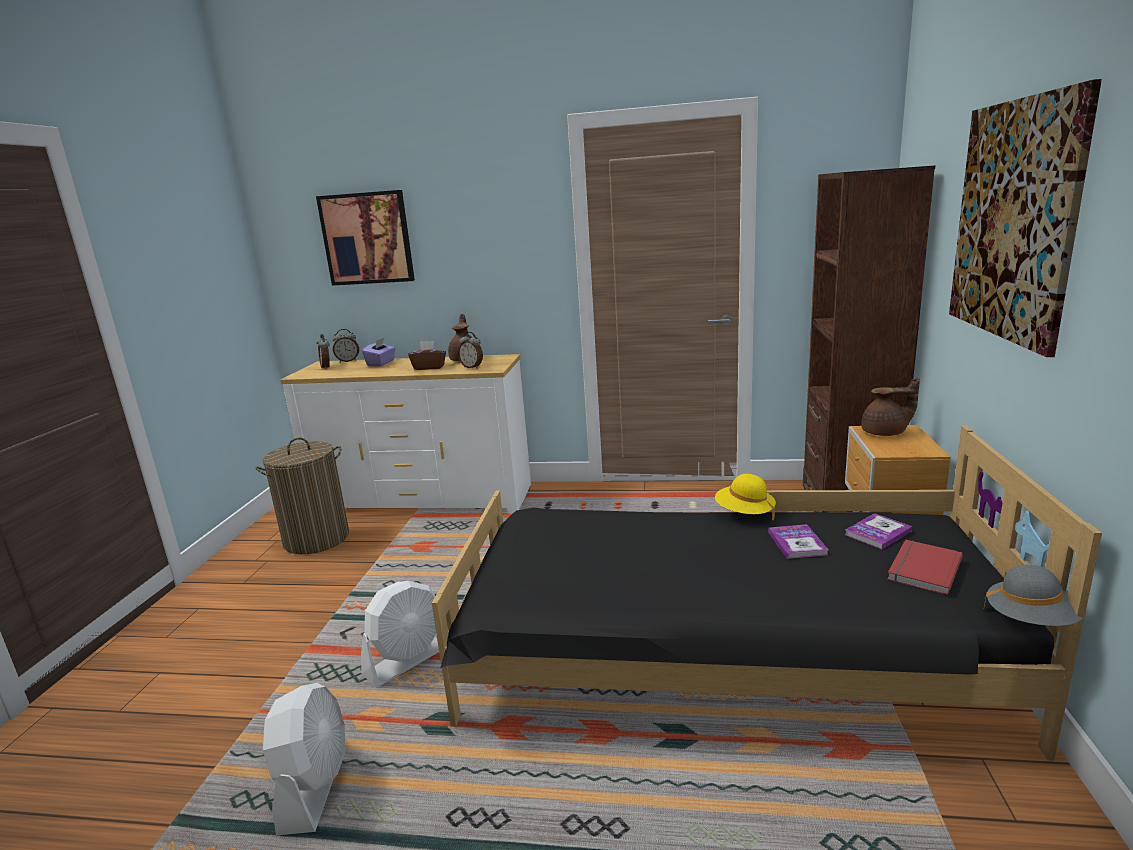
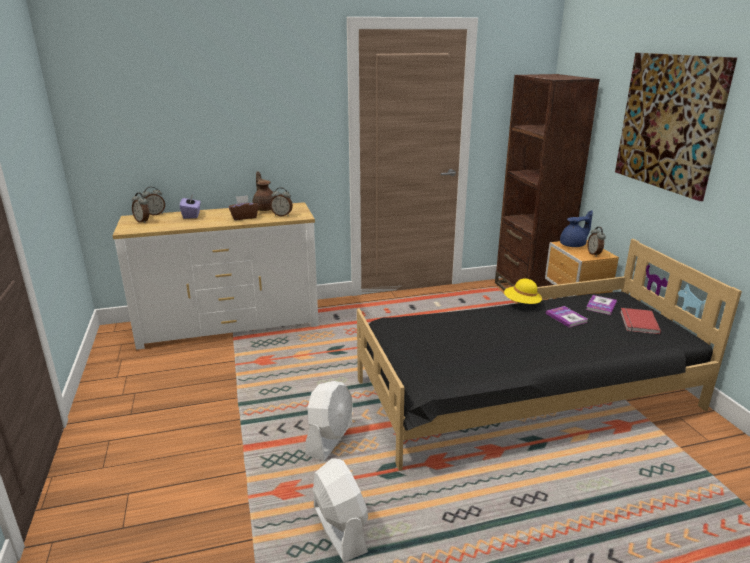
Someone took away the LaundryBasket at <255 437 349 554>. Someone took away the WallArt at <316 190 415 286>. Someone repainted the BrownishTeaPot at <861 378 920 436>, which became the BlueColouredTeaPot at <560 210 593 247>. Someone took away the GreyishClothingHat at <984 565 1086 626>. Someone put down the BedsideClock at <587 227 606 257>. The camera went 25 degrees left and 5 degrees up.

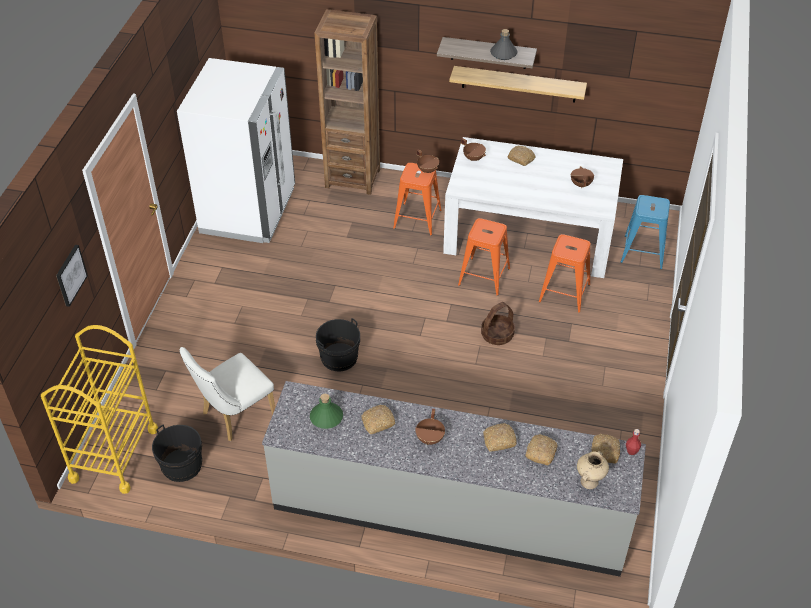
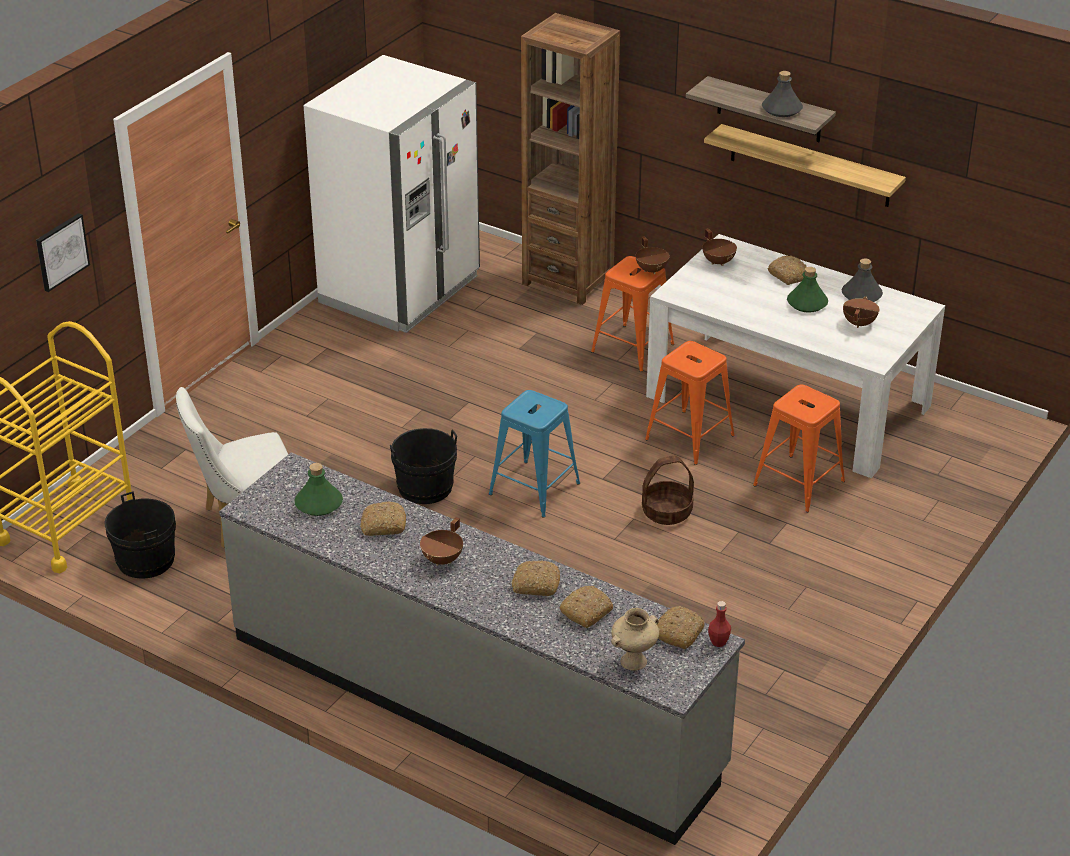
Someone carried the BlueColouredStool from <621 195 670 269> to <489 390 580 518>. Someone put down the GreenColouredBottle at <787 267 828 313>. Someone put down the GreyishBottle at <842 259 883 302>. The camera went 20 degrees right and 10 degrees down.

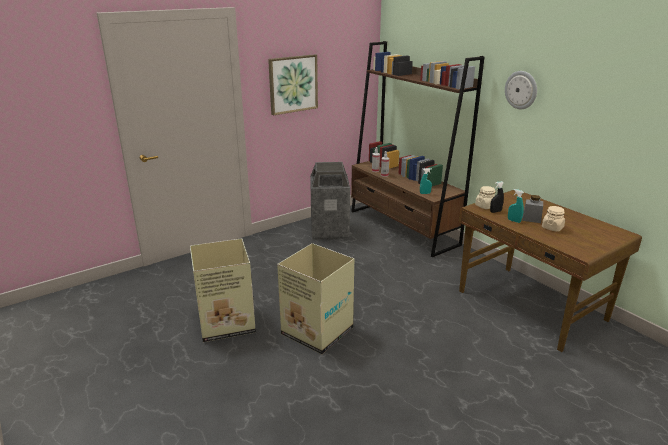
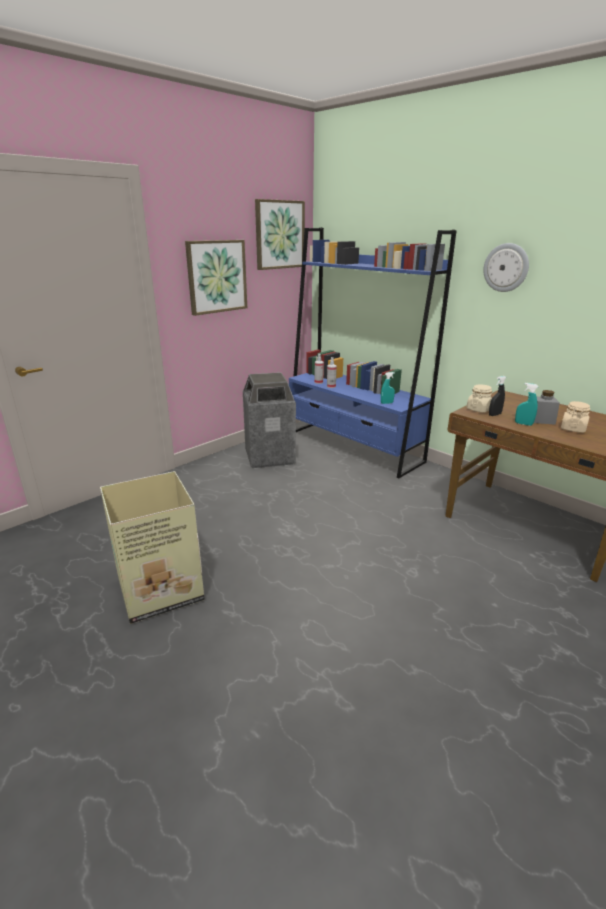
Someone took away the Carton at <277 243 354 354>. Someone repainted the BrownishBookcase at <351 41 485 257>, which became the BlueColouredBookcase at <289 228 456 478>. Someone put up the WallArt at <255 199 305 270>. The camera went 10 degrees left and 0 degrees up.

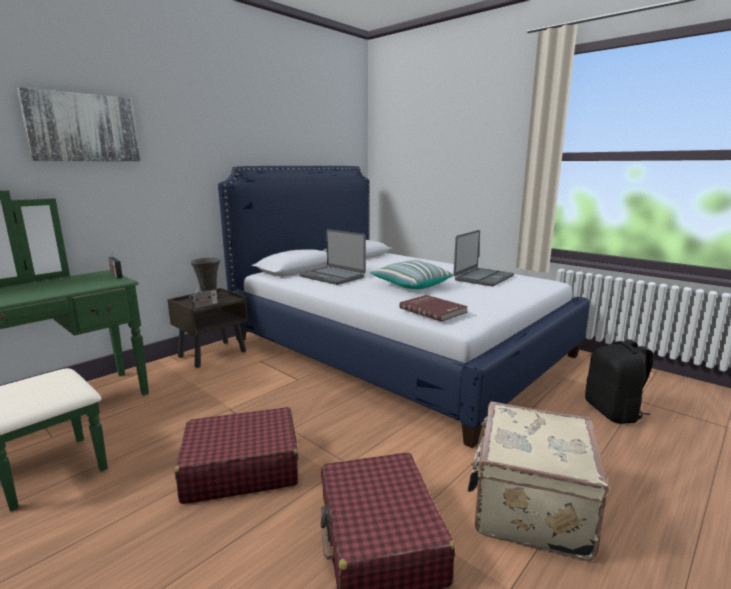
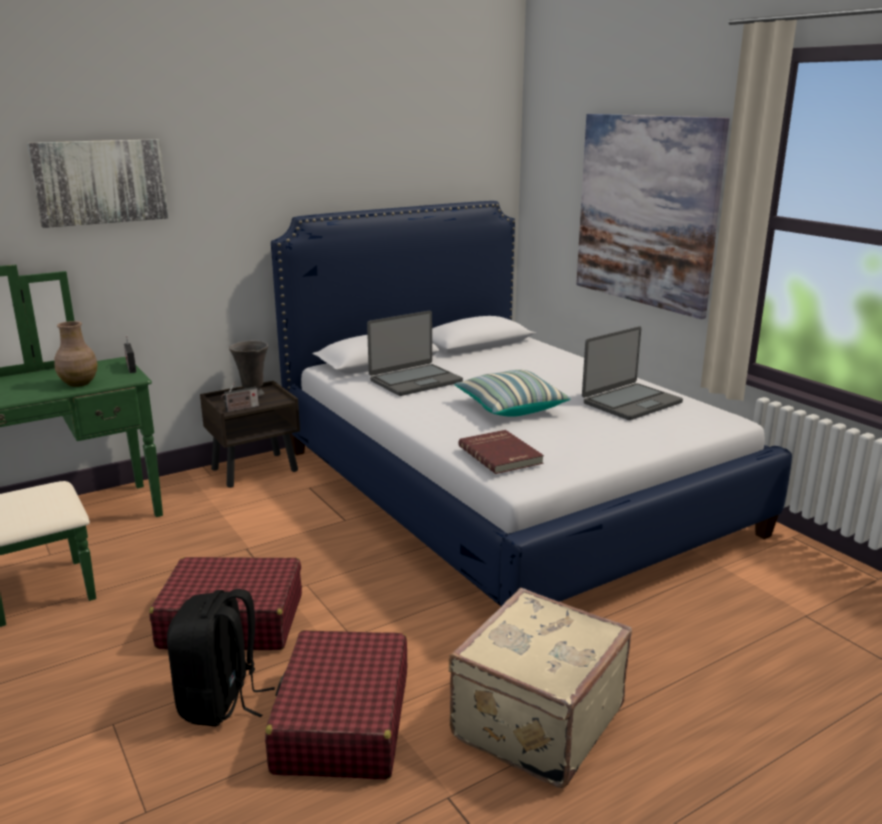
Someone rotated the NotebookComputer at <300 229 366 285> by 90 degrees counterclockwise. Someone carried the BlackColouredRucksack from <585 339 654 424> to <167 589 275 727>. Someone put down the BrownishFlowerVase at <54 321 98 387>. Someone put up the WallArt at <576 114 729 319>. The camera went 15 degrees right and 5 degrees up.

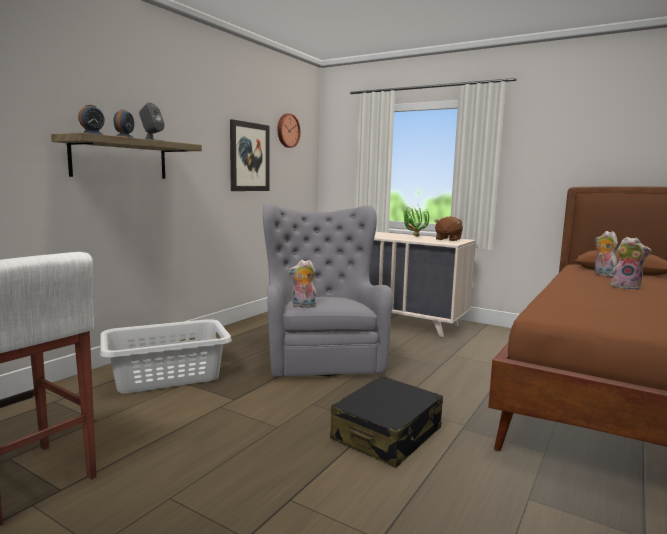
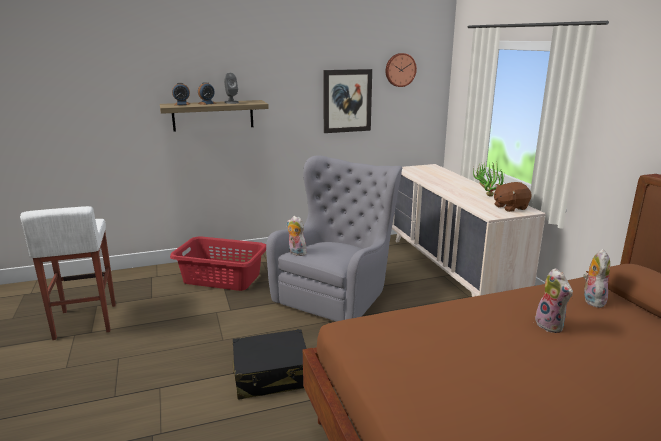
Someone repainted the GreyishLaundryBasket at <100 319 232 394>, which became the RedLaundryBasket at <170 236 266 291>. The camera went 40 degrees right and 10 degrees up.

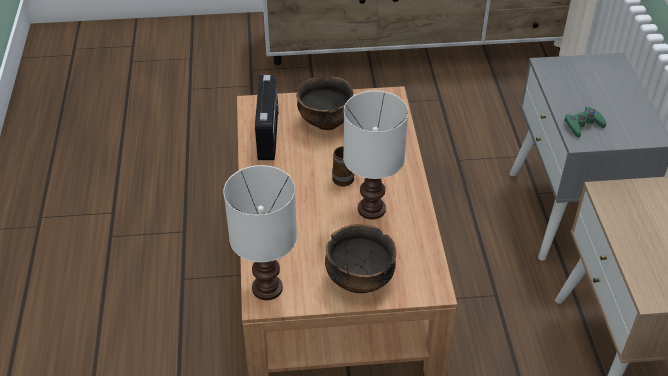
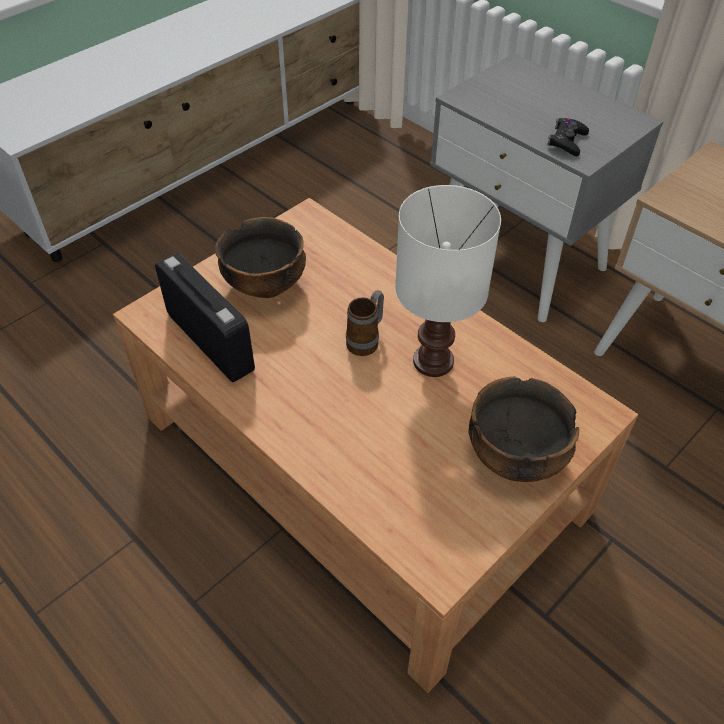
Someone took away the WhitishTabletopLamp at <223 165 297 300>. Someone repainted the GreenColouredGamepad at <564 107 606 137>, which became the BlackColouredGamepad at <547 118 589 156>. The camera went 40 degrees left and 5 degrees up.

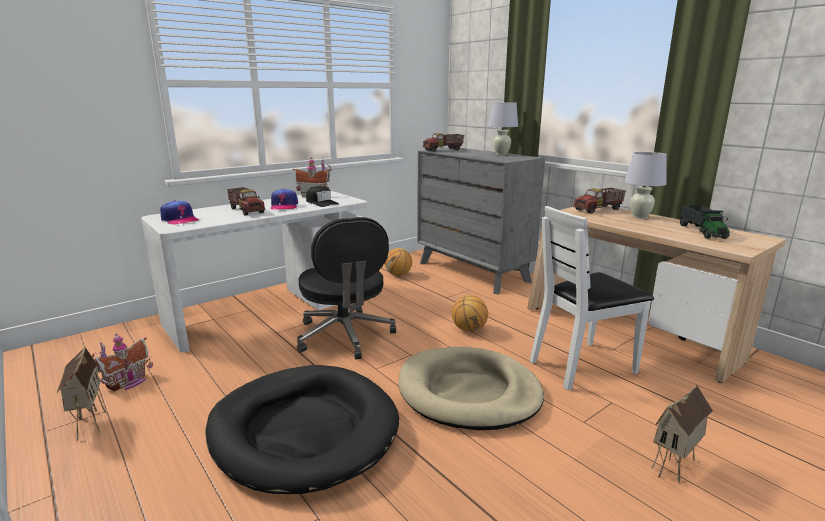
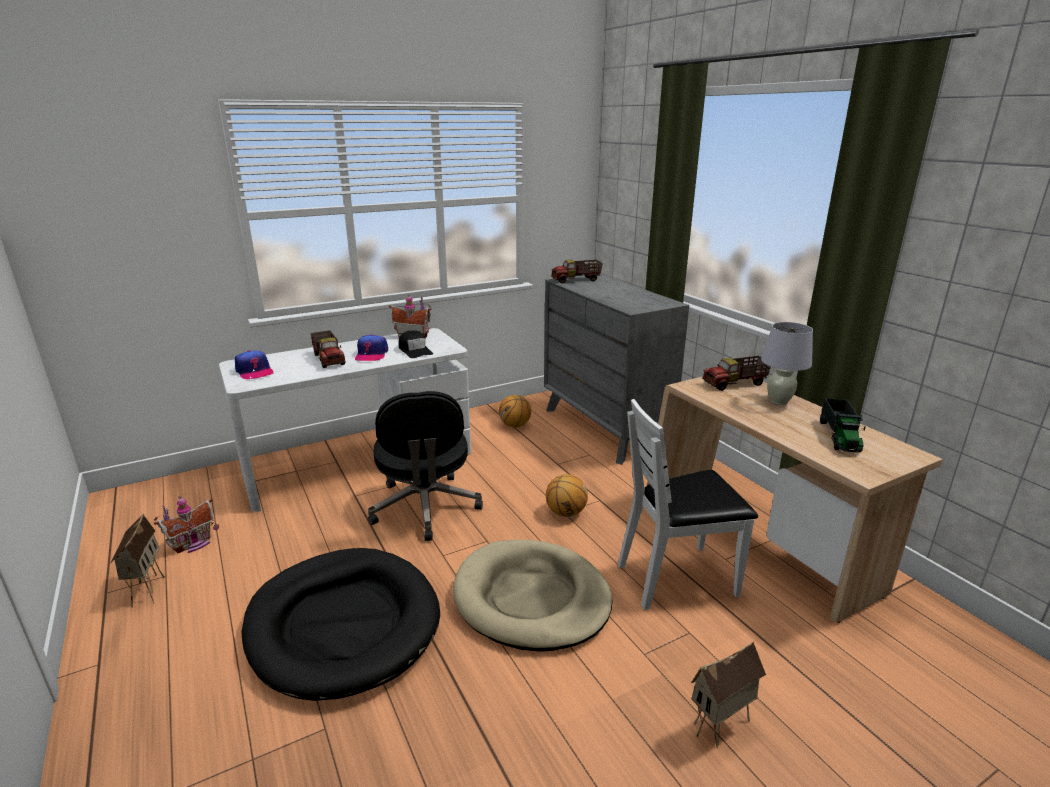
Someone took away the WhitishTabletopLamp at <488 102 518 155>. The camera went 10 degrees right and 5 degrees up.

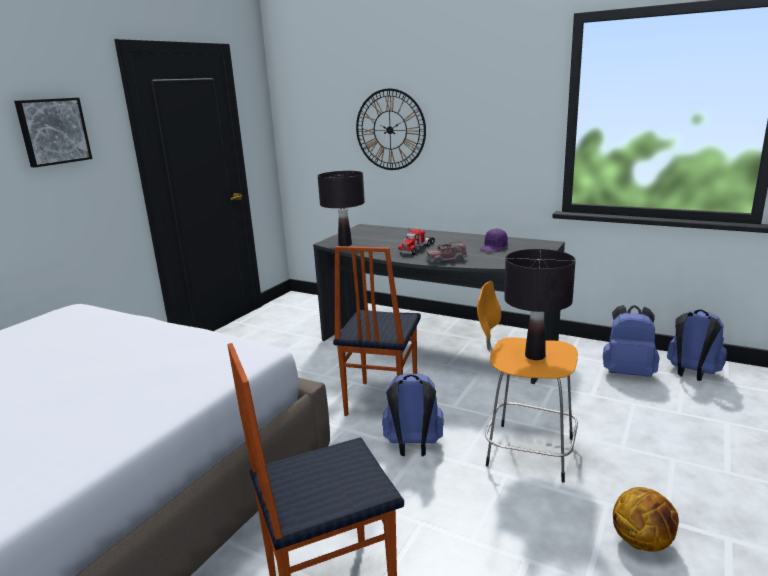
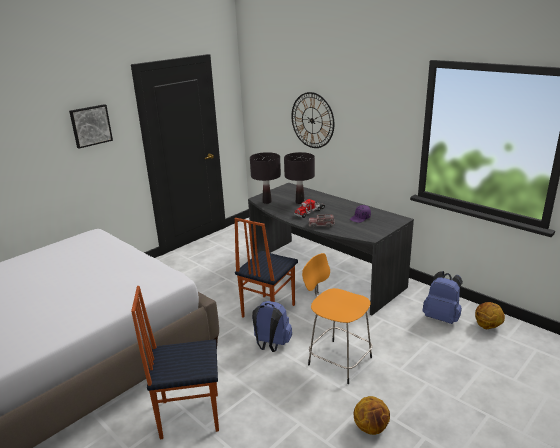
Someone carried the BlackColouredTabletopLamp from <504 249 576 360> to <284 152 315 204>. Someone swapped the BlueColouredRucksack at <667 309 727 381> for the BallForBasketball at <475 302 505 329>. The camera went 15 degrees right and 5 degrees up.

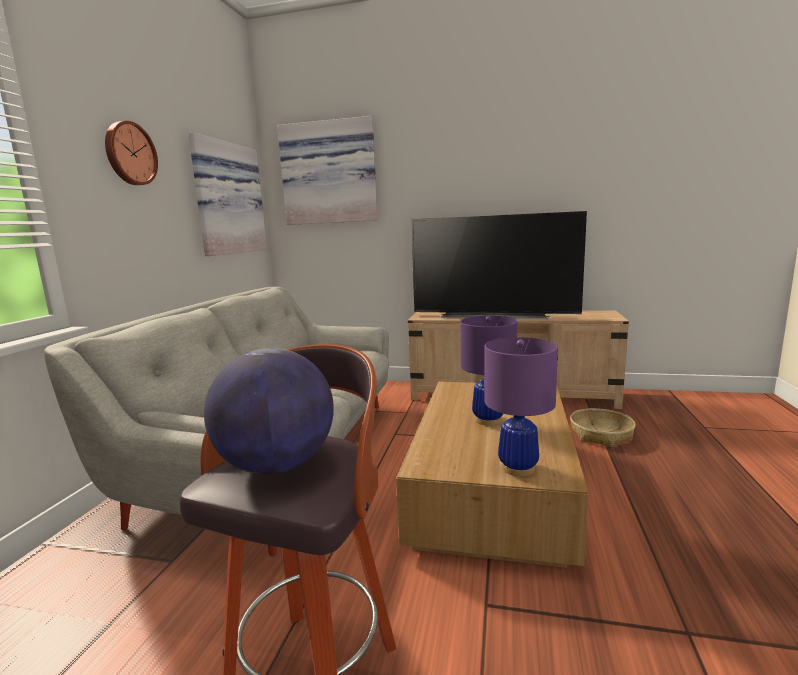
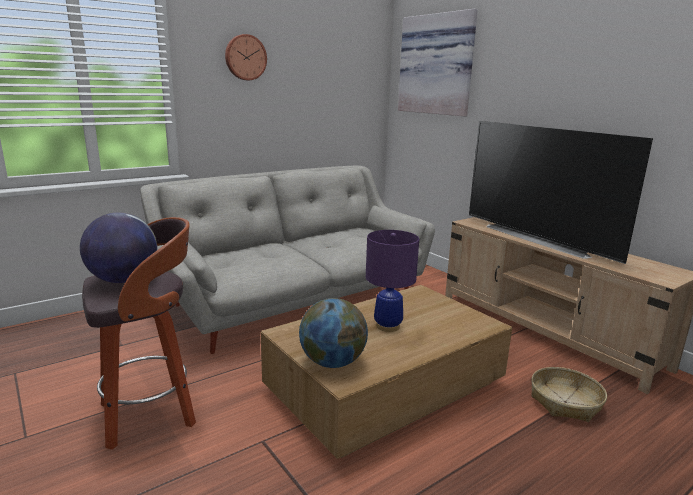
Someone took away the WallArt at <188 132 267 256>. Someone swapped the PurplishTabletopLamp at <485 337 558 477> for the Globe at <299 298 368 368>. The camera went 40 degrees right and 5 degrees up.

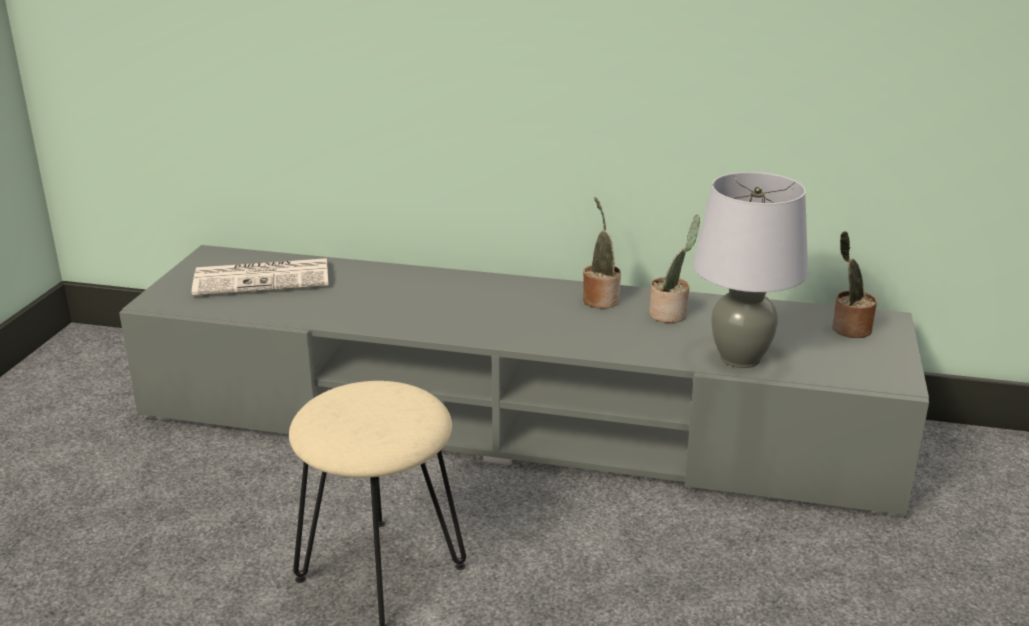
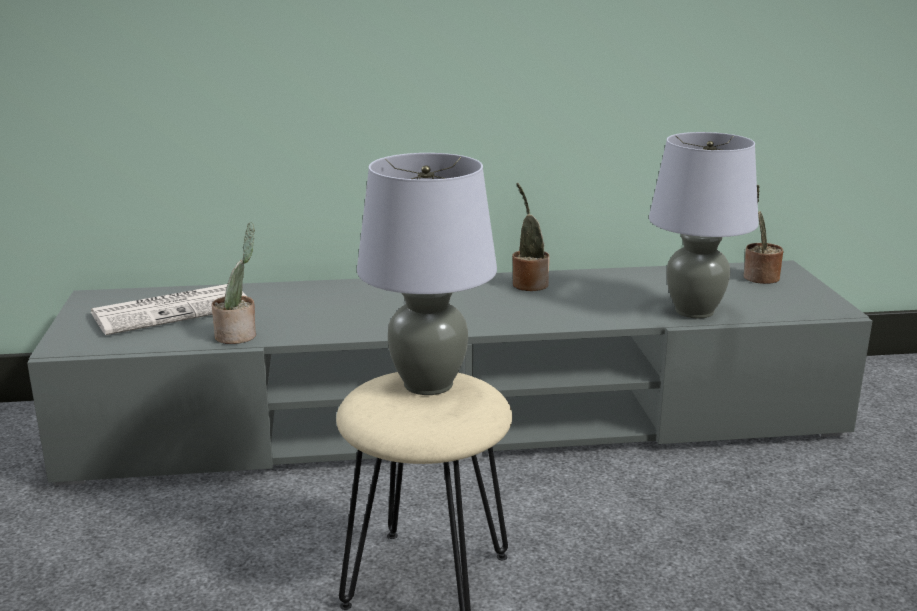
Someone carried the PlantInAPot from <649 215 700 323> to <212 223 256 344>. Someone put down the GreyishTabletopLamp at <357 153 497 395>. The camera went 20 degrees left and 5 degrees down.

